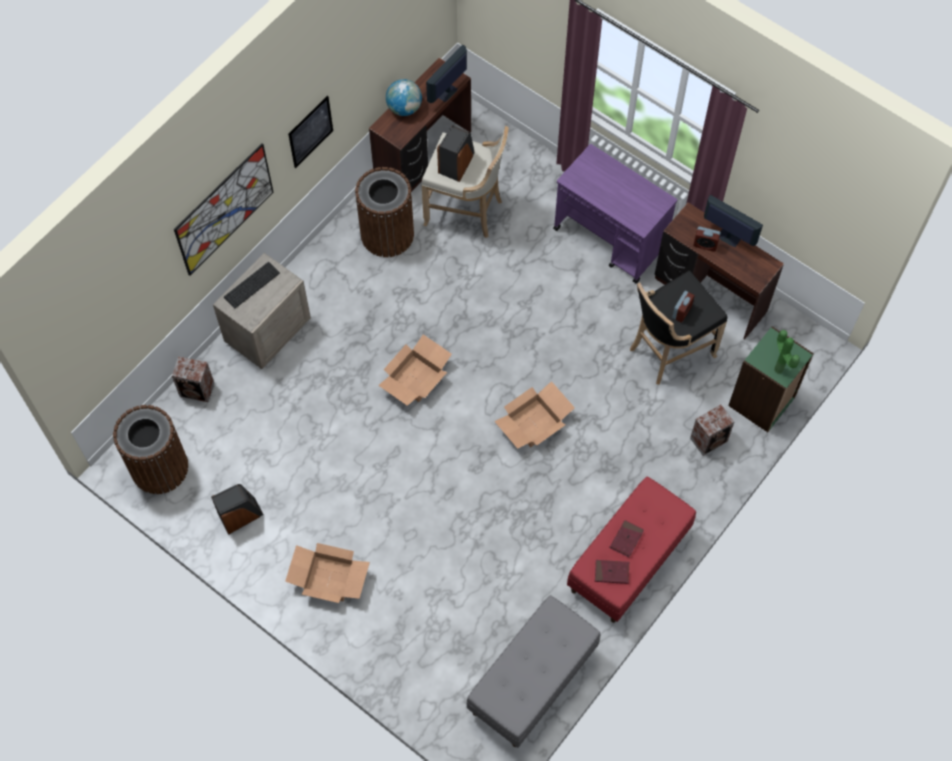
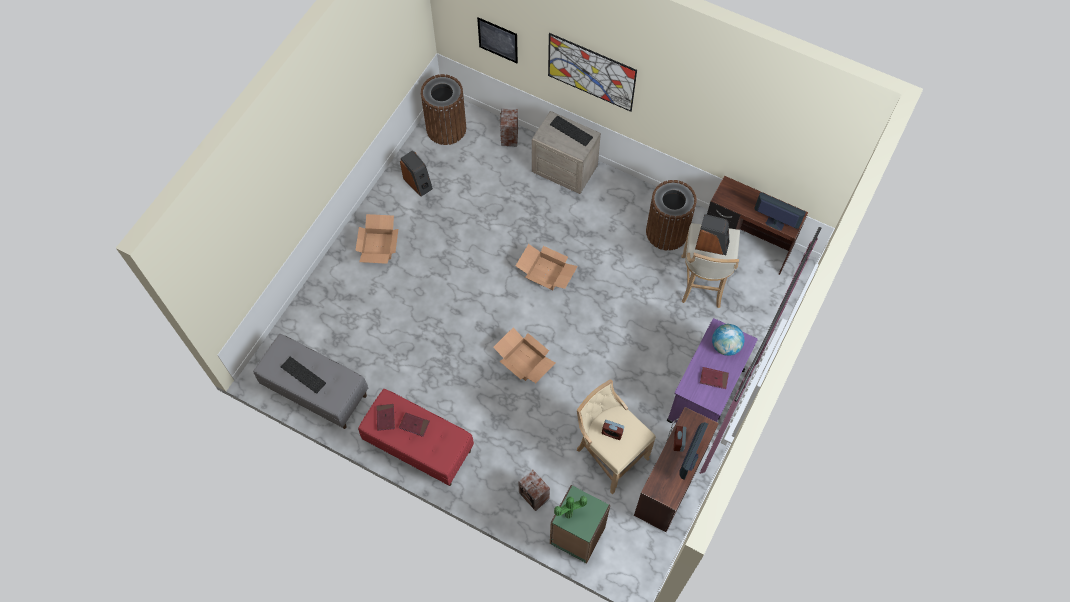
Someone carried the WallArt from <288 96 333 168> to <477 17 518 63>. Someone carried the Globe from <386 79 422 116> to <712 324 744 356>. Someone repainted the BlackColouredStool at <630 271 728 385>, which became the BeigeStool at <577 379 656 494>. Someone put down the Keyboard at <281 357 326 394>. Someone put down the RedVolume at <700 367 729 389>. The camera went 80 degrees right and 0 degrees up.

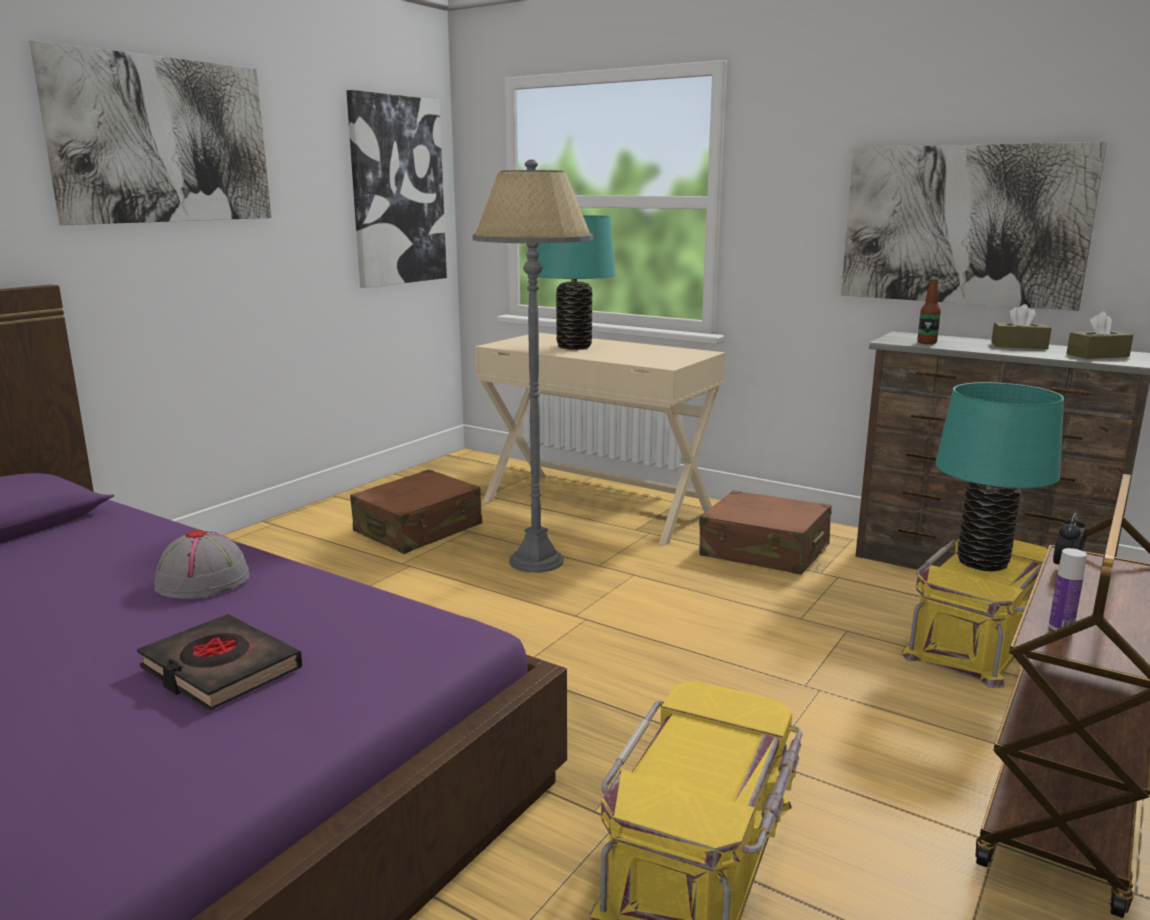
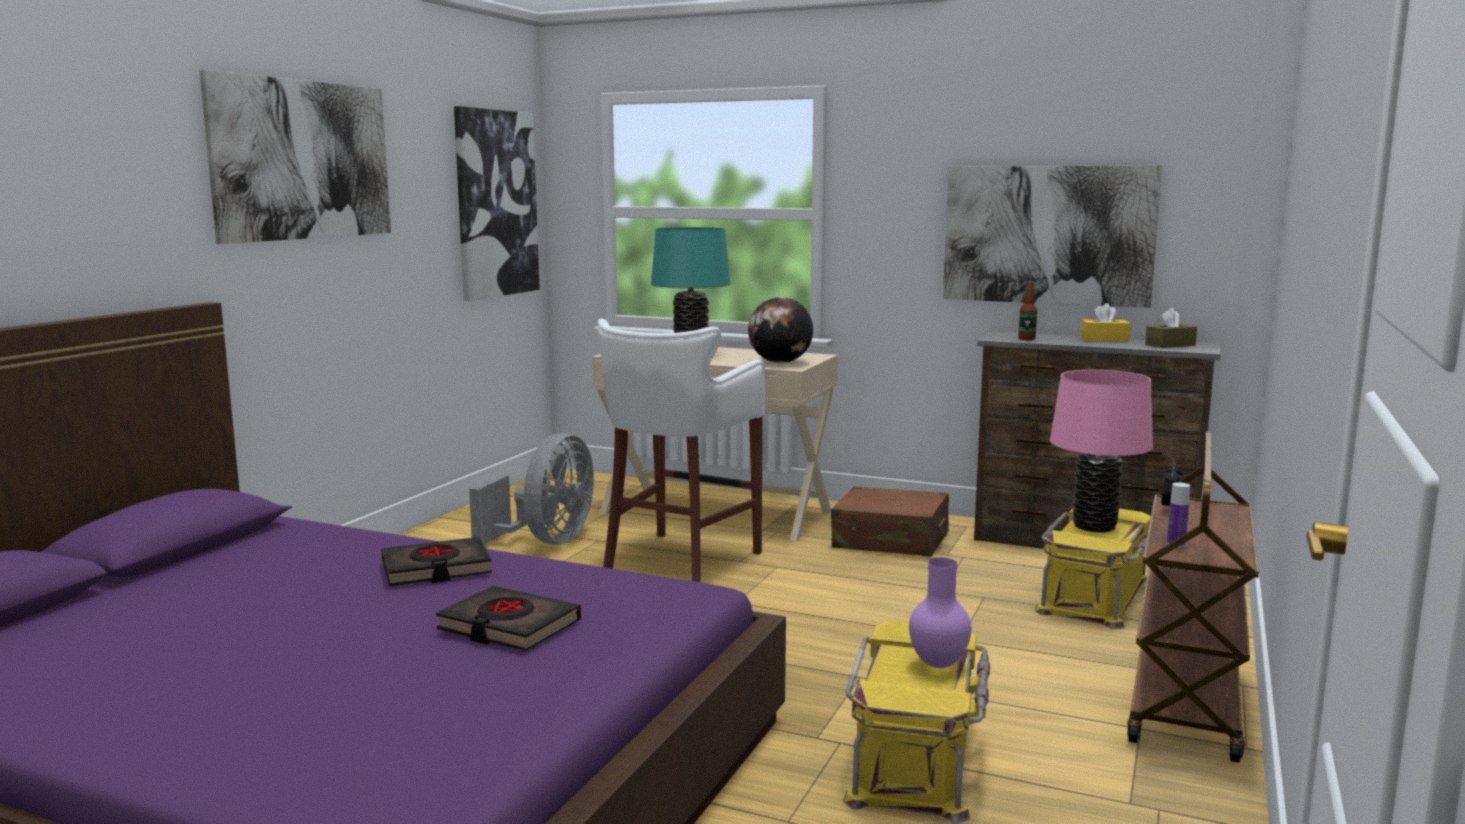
Someone swapped the GreyishClothingHat at <154 530 250 599> for the BlackColouredVolume at <381 537 492 586>. Someone swapped the BrownishSuitcase at <350 469 482 554> for the GreyishElectricFan at <469 433 594 545>. Someone swapped the GreyishFloorLamp at <473 159 593 573> for the WhitishStool at <598 319 765 582>. Someone repainted the TurquoiseTabletopLamp at <935 382 1064 572>, which became the PinkColouredTabletopLamp at <1050 370 1153 532>. Someone repainted the BrownishTissueBox at <991 304 1051 349>, which became the YellowishTissueBox at <1081 303 1131 341>. Someone put down the Globe at <748 297 813 363>. Someone put down the PurplishFlowerVase at <909 557 972 668>. The camera went 10 degrees left and 5 degrees down.

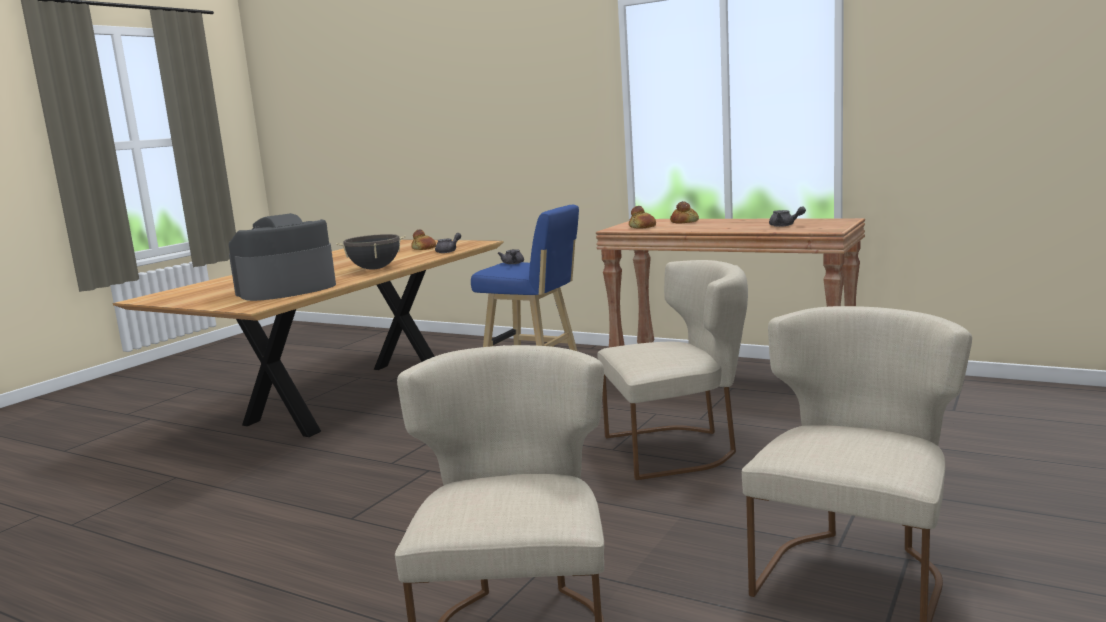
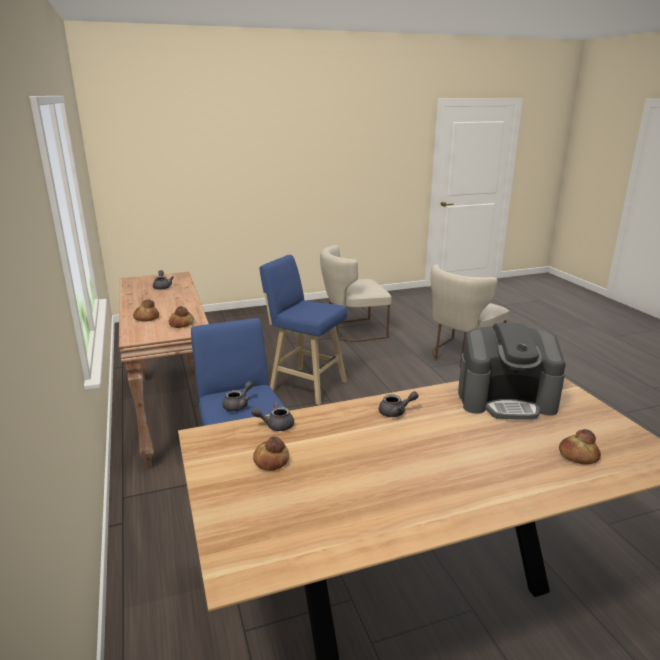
Someone swapped the BlackColouredCookingPot at <336 234 406 270> for the GreyishTeaPot at <379 391 419 417>. Someone swapped the BeigePlainChair at <598 260 748 480> for the BlueColouredStool at <259 255 347 405>. Someone put down the Bread at <559 429 601 465>. The camera went 140 degrees left and 10 degrees up.

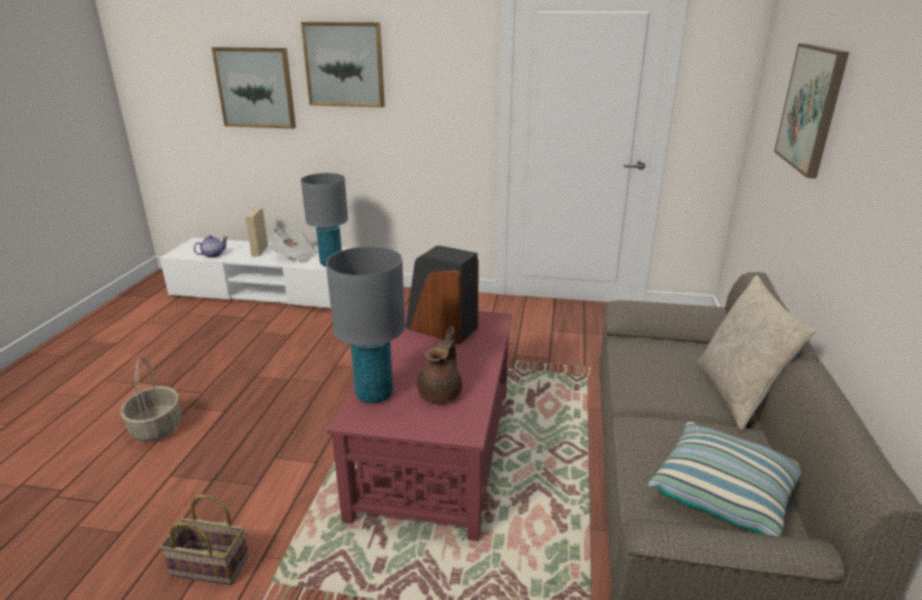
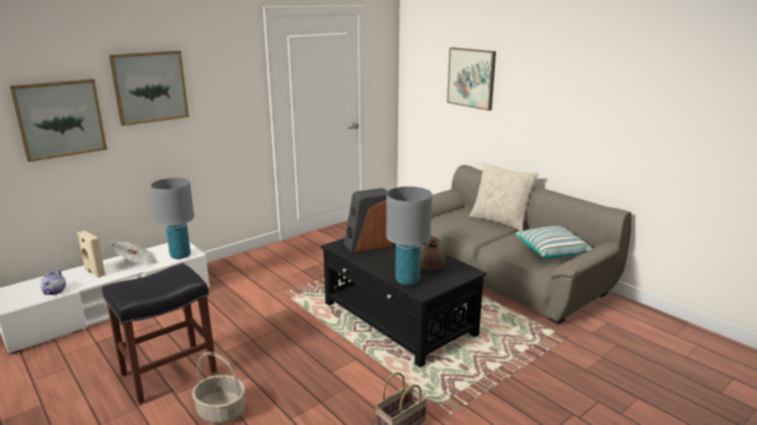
Someone repainted the RedLowTable at <327 305 512 541>, which became the BlackColouredLowTable at <321 238 486 367>. Someone put down the BlackColouredStool at <102 263 217 404>. The camera went 50 degrees left and 5 degrees down.

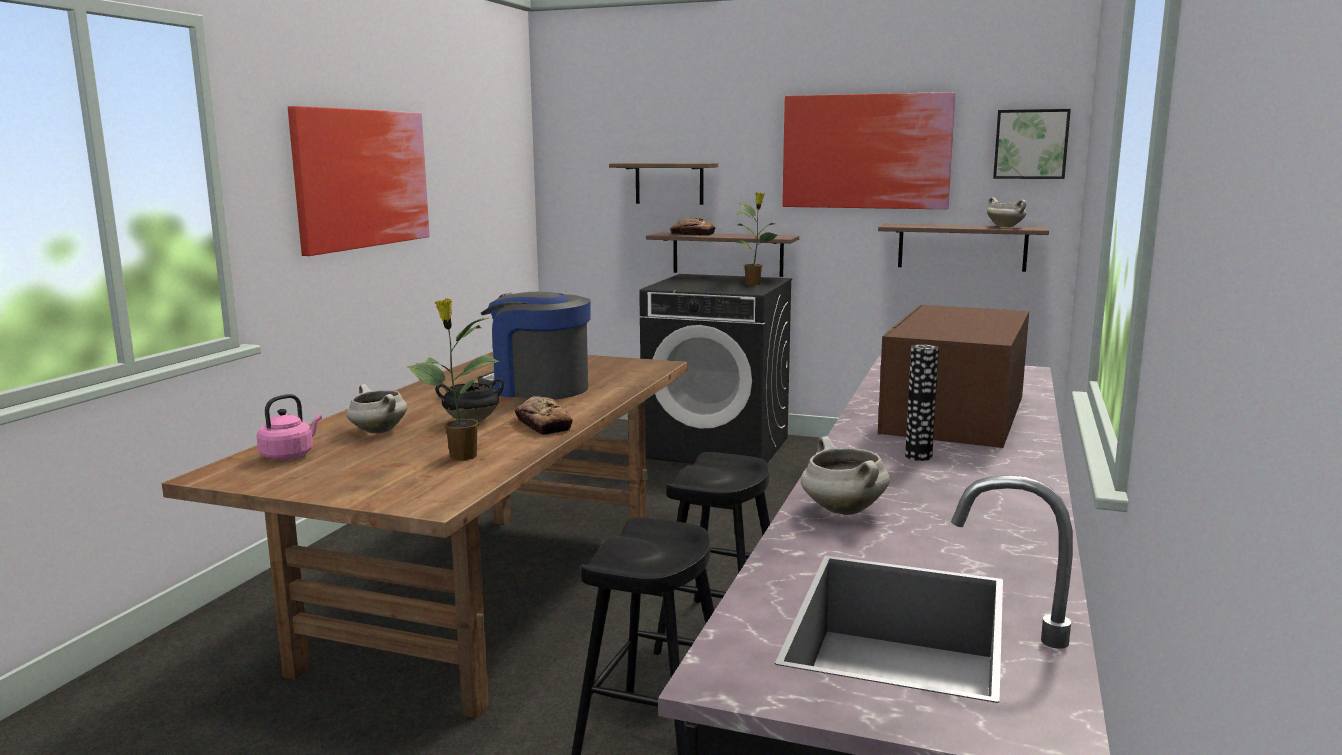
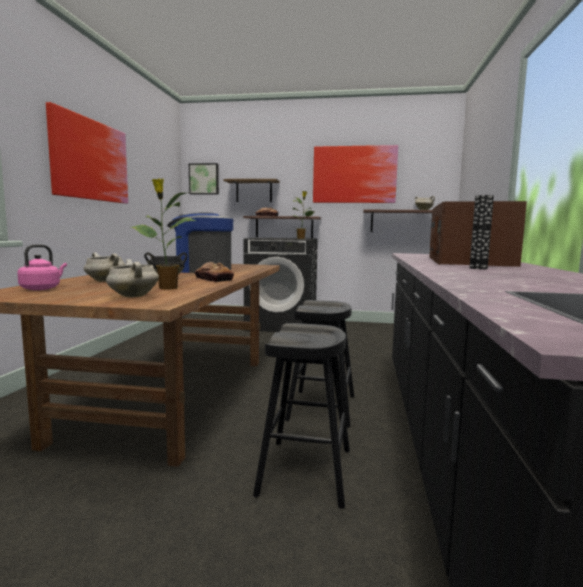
Someone carried the WhitishCookingPot from <801 436 890 515> to <106 259 159 298>. Someone carried the WallArt from <993 109 1071 179> to <189 163 219 194>. The camera went 10 degrees left and 5 degrees down.

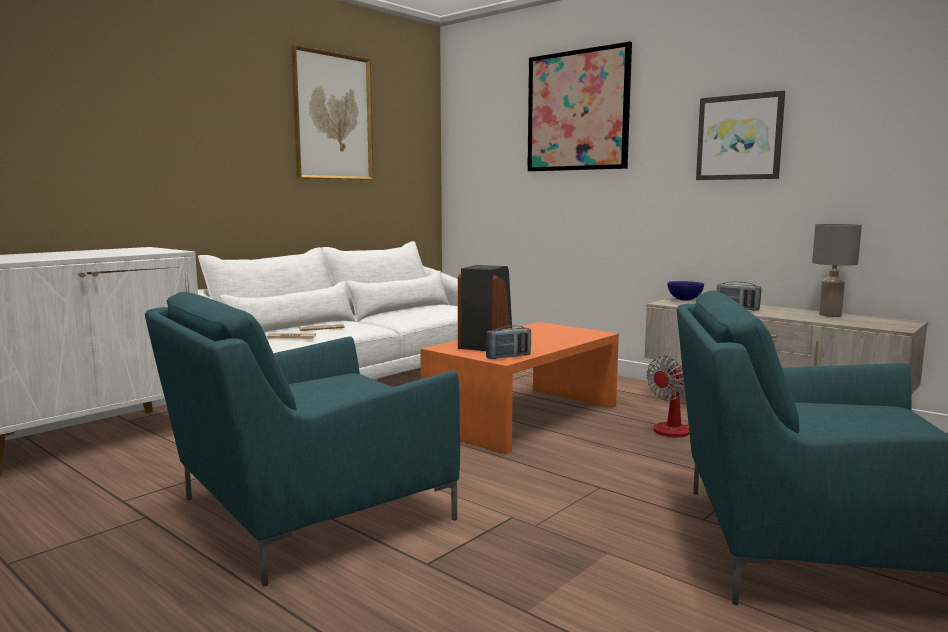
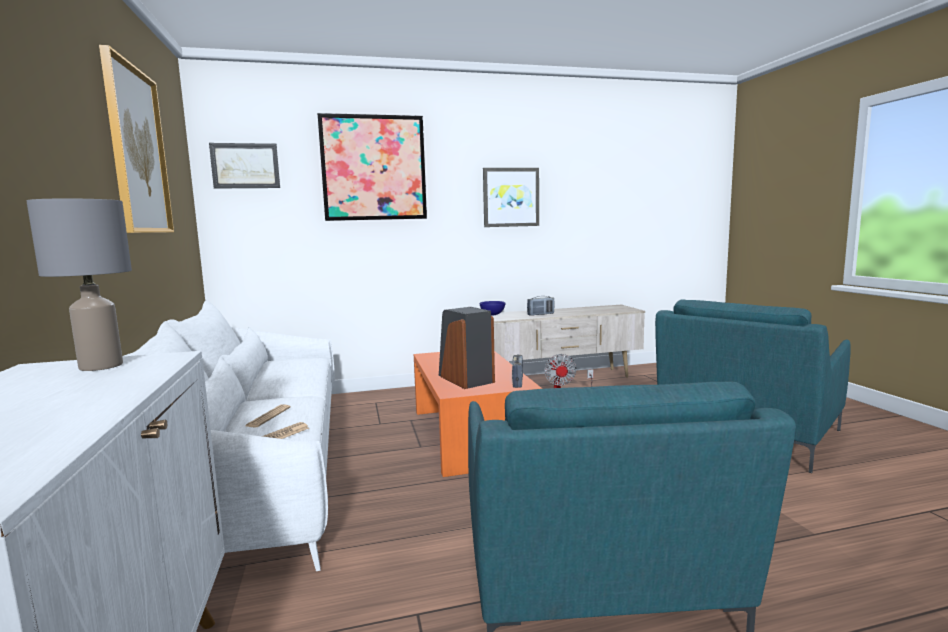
Someone carried the GreyishTabletopLamp from <812 224 862 317> to <27 198 132 371>. Someone put up the WallArt at <209 143 280 188>. The camera went 55 degrees left and 0 degrees up.

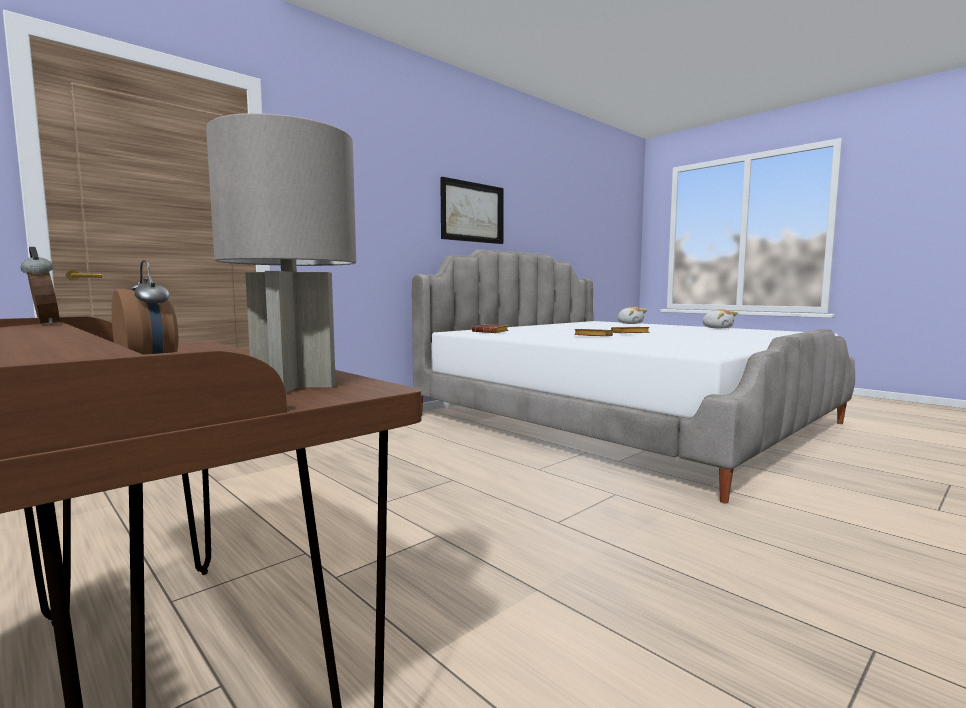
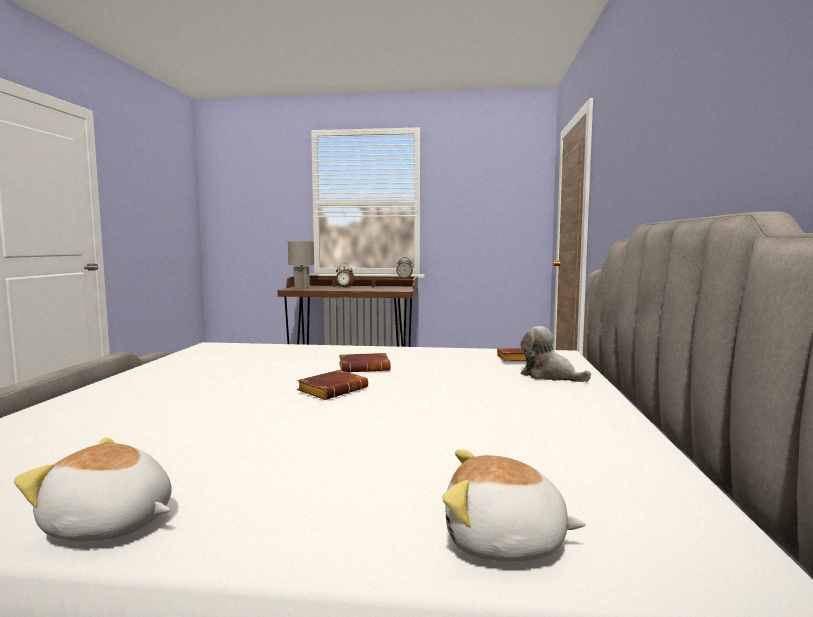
Someone took away the WallArt at <440 177 504 244>. Someone put down the CuddlyToy at <520 326 591 382>. The camera went 140 degrees right and 0 degrees up.

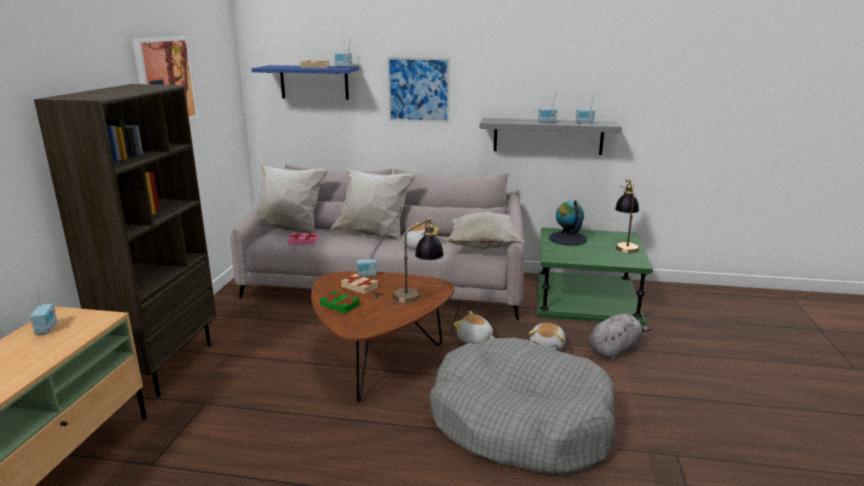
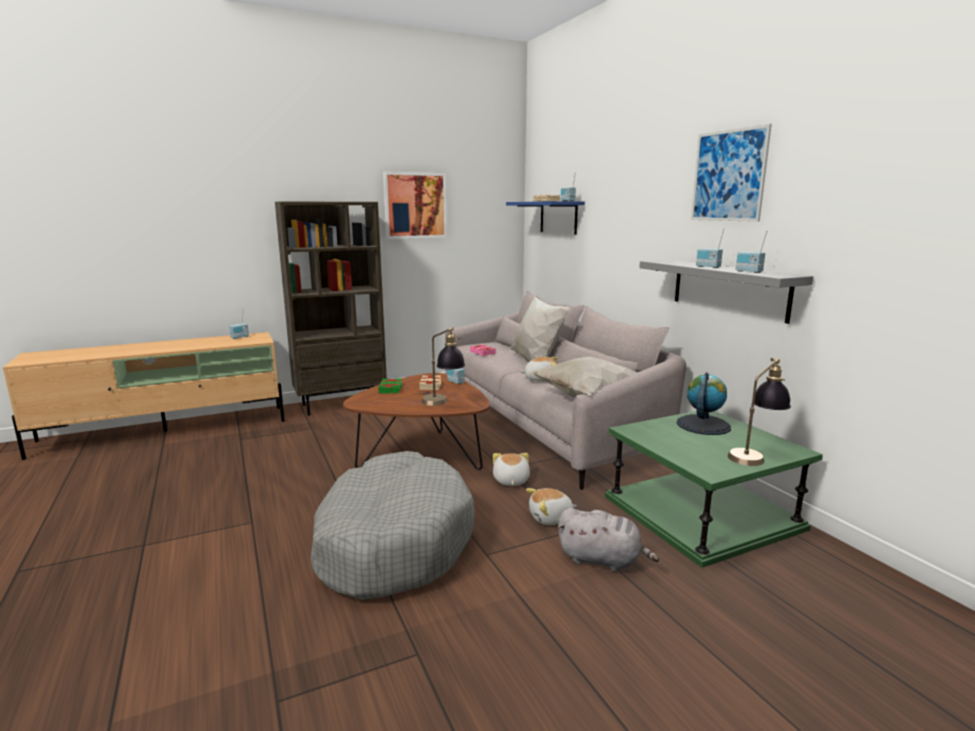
Someone took away the WhitishCushion at <256 163 329 233>. Someone carried the WallArt from <387 57 450 123> to <691 124 772 222>. The camera went 55 degrees right and 5 degrees down.

